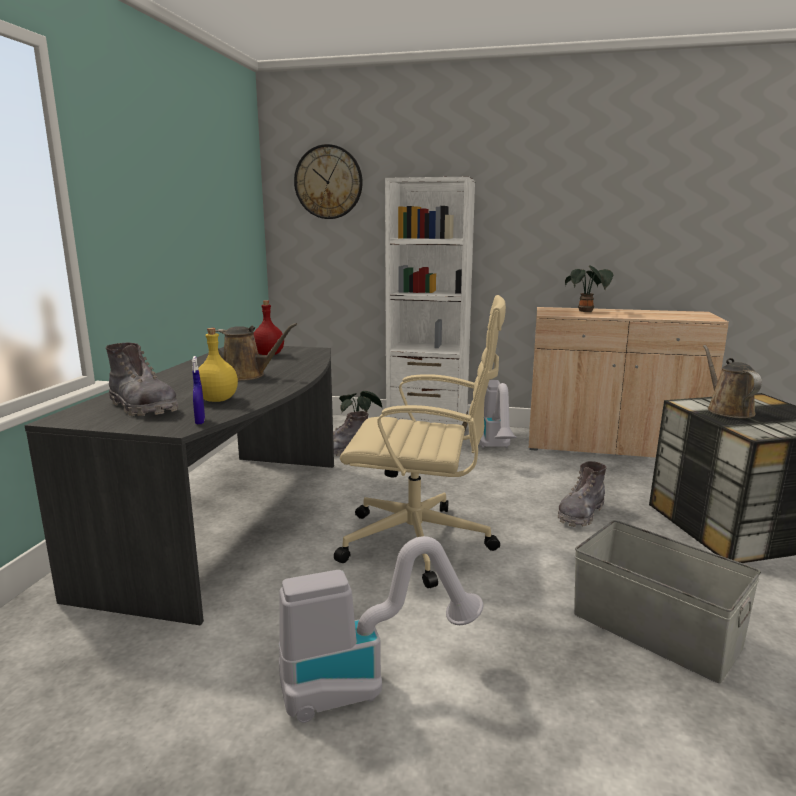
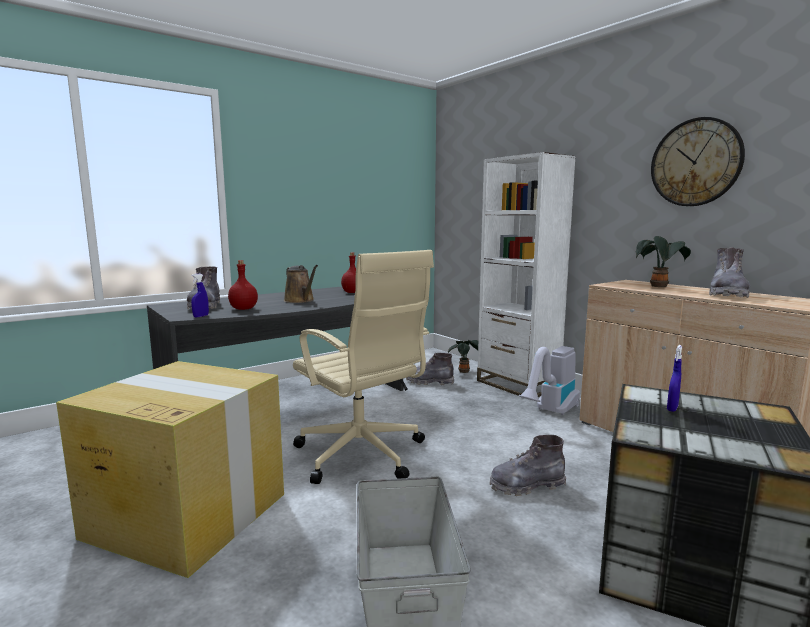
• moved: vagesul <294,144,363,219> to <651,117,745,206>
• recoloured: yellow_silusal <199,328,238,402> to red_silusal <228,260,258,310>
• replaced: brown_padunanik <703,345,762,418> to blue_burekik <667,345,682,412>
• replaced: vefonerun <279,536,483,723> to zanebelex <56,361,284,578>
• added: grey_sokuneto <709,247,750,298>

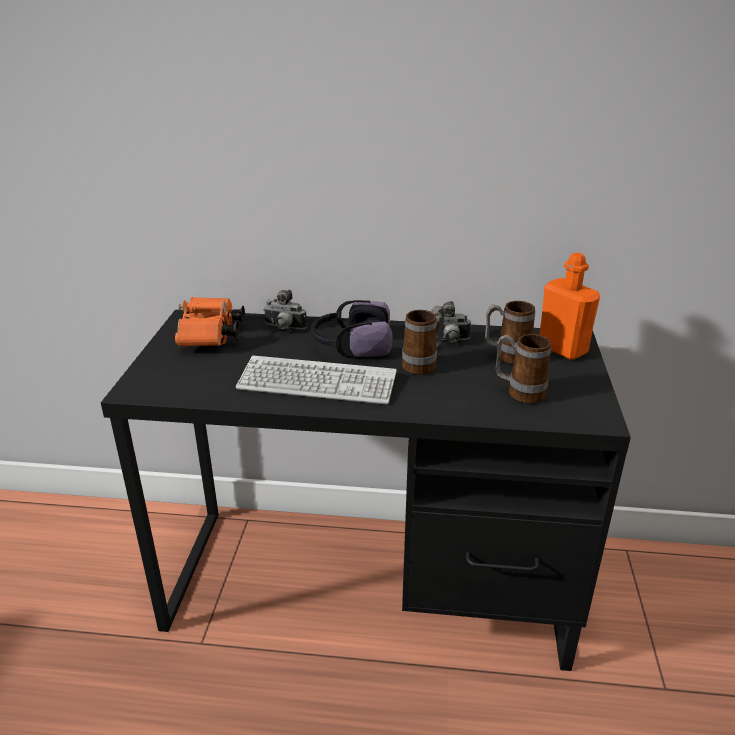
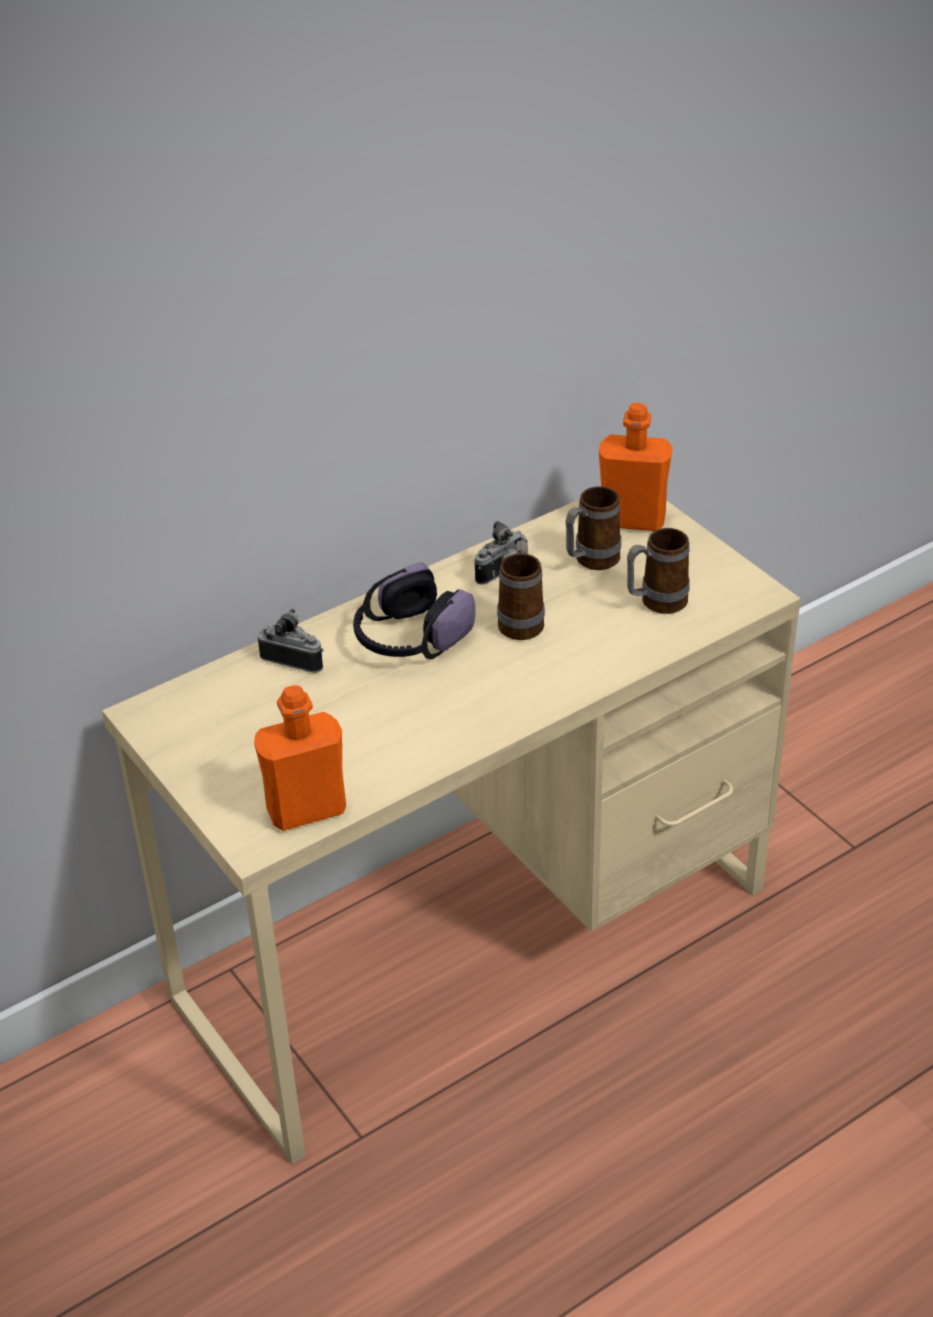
• turned: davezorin <263,290,307,330> = <258,609,324,673> 135 degrees counterclockwise
• removed: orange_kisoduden <175,297,245,347>
• recoloured: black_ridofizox <101,310,631,671> to beige_ridofizox <102,499,801,1164>
• removed: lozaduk <236,356,397,405>
• added: orange_silusal <254,685,346,831>

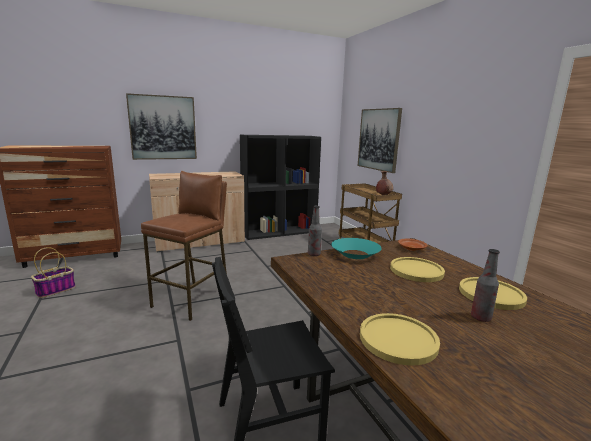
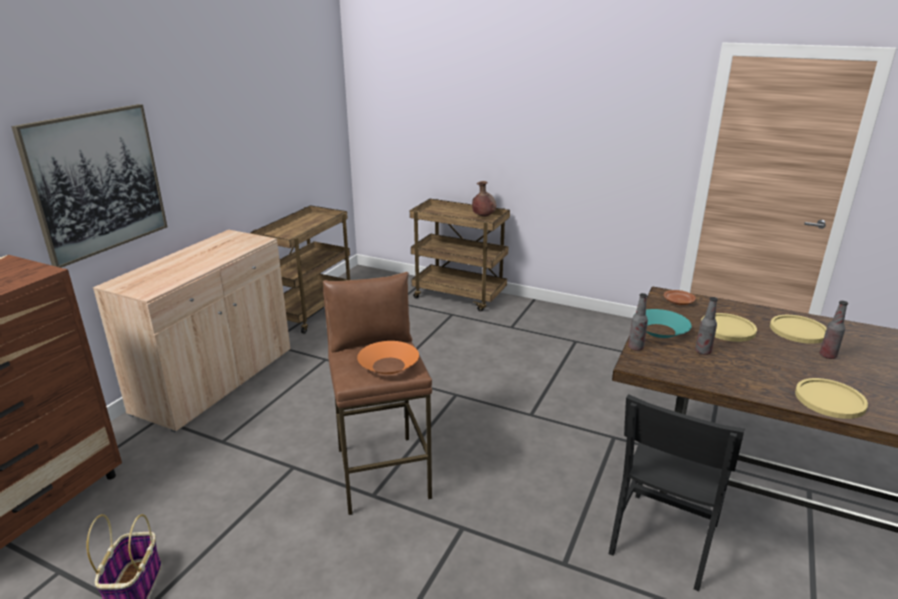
• removed: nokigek <358,108,402,173>
• replaced: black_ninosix <240,135,321,240> to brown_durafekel <250,205,350,334>
• added: silusal <695,297,718,355>
• added: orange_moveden <357,341,419,374>

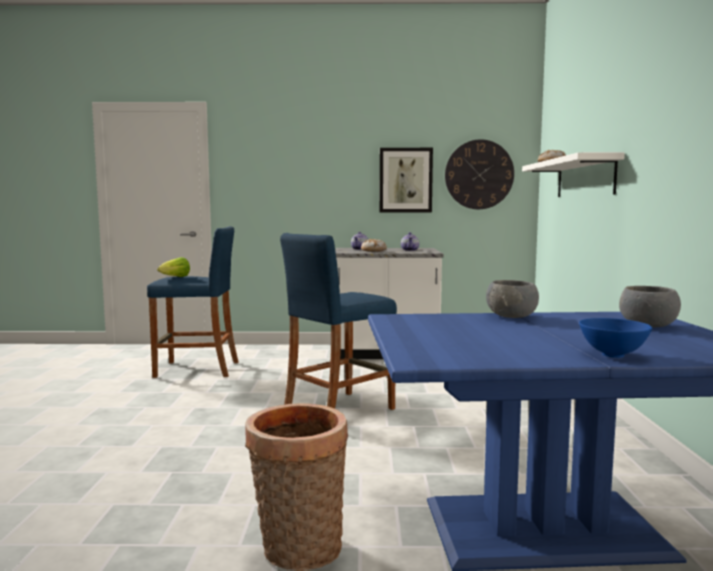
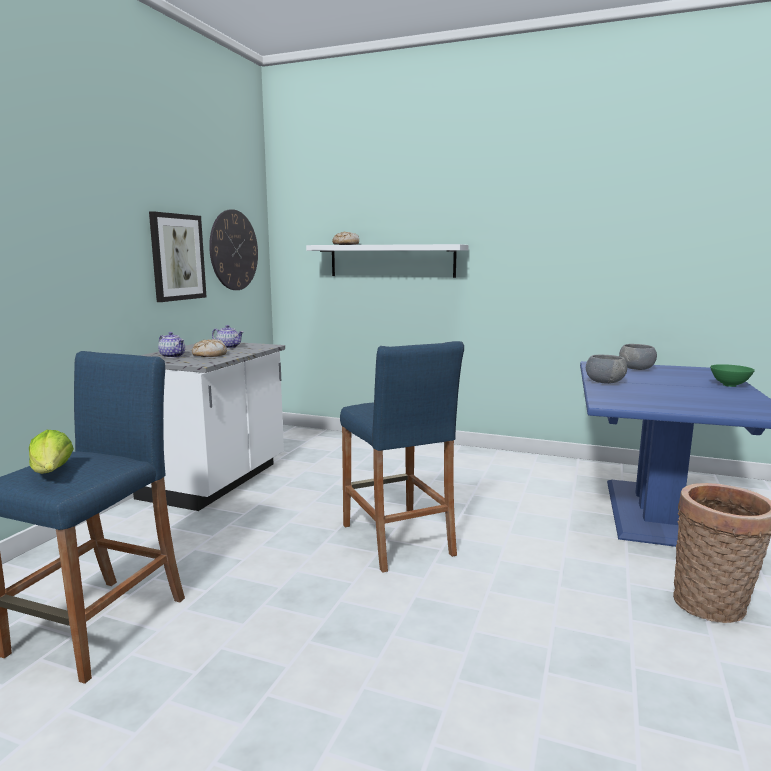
• recoloured: blue_moveden <579,318,652,358> to green_moveden <710,364,755,387>

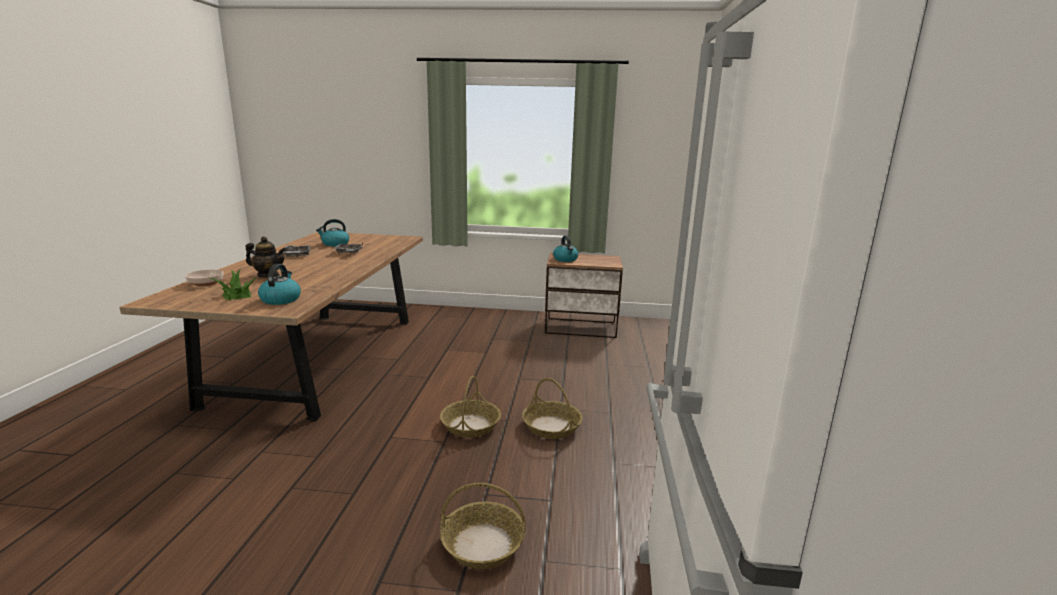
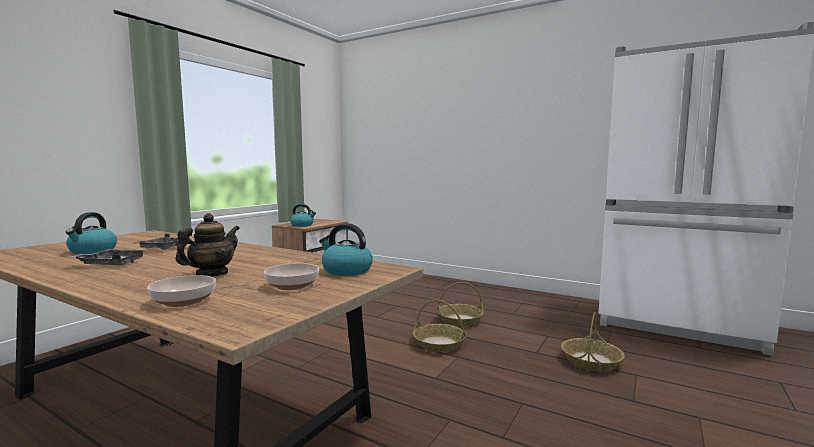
• replaced: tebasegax <210,268,255,300> to moveden <264,263,319,290>

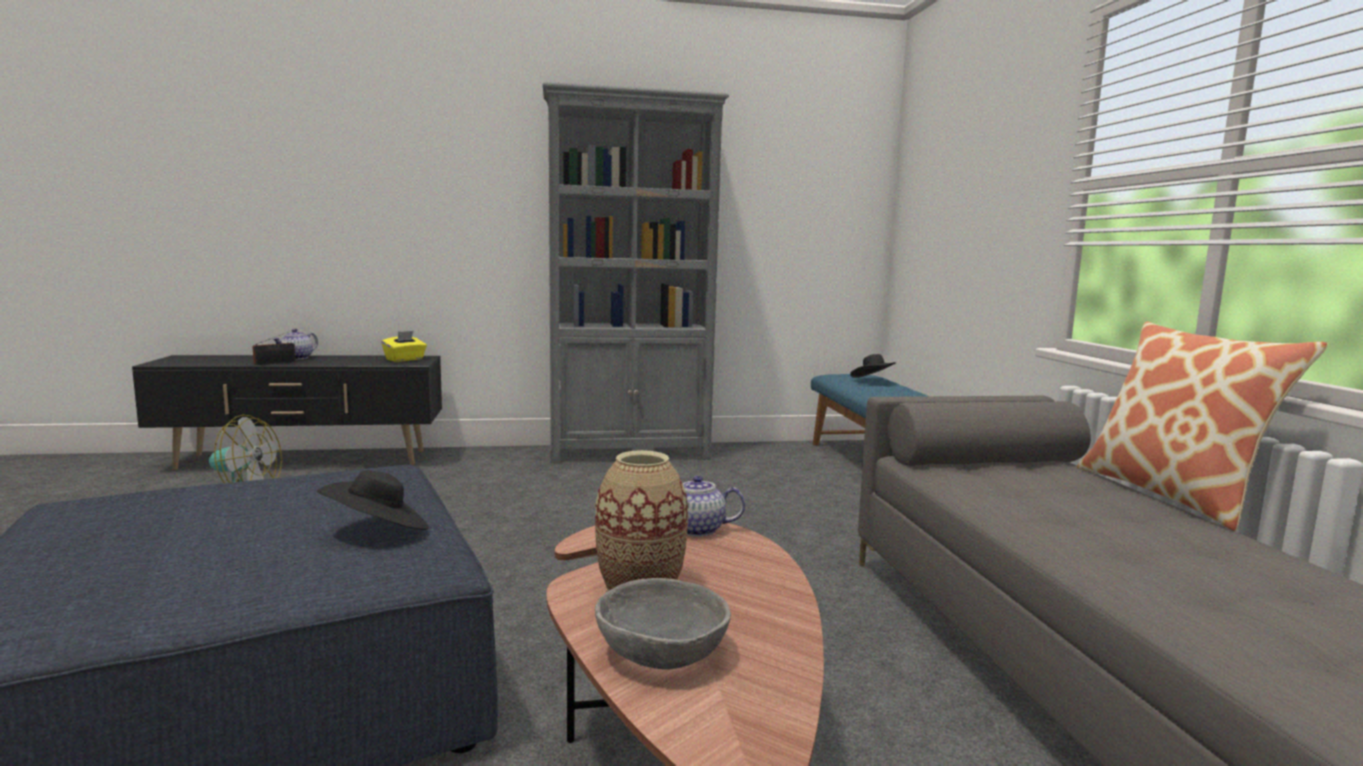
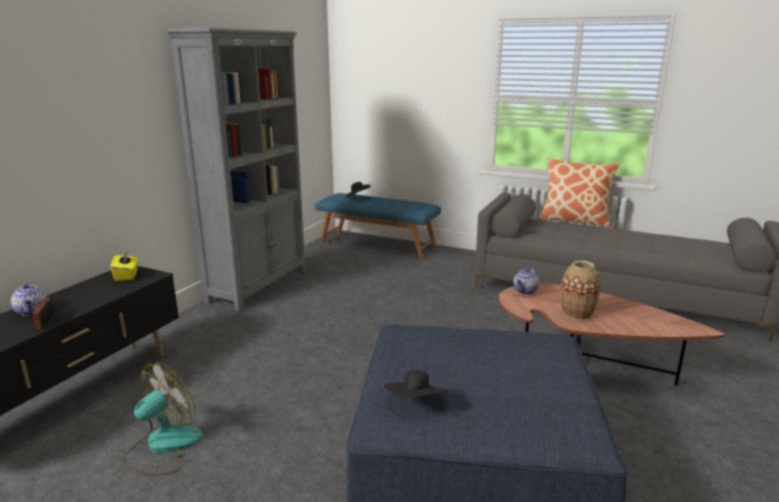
• moved: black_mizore <317,470,429,530> to <384,370,447,398>
• removed: grey_moveden <595,578,731,669>

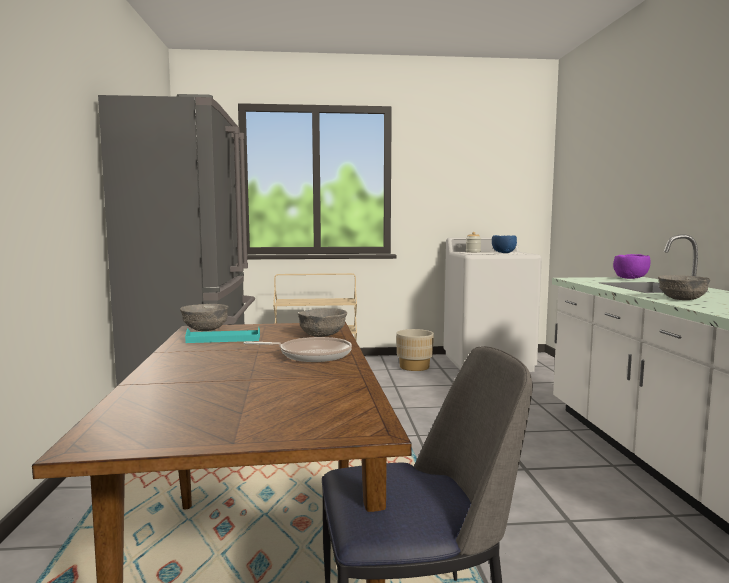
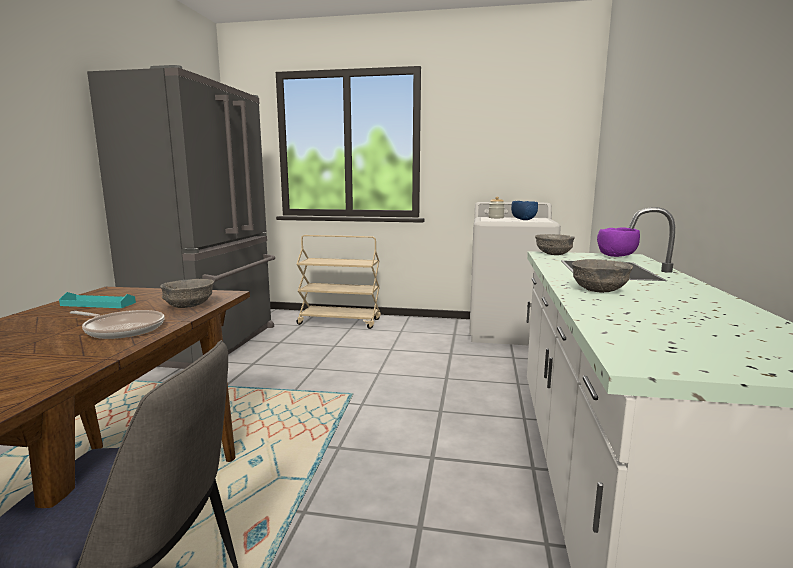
• moved: grey_moveden <180,304,229,331> to <535,234,575,255>
• removed: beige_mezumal <396,329,434,371>

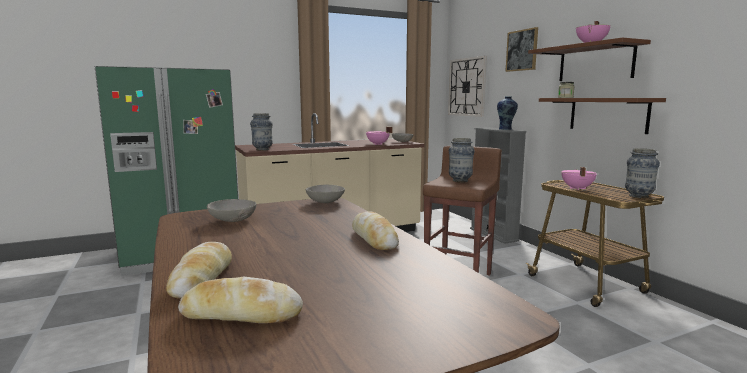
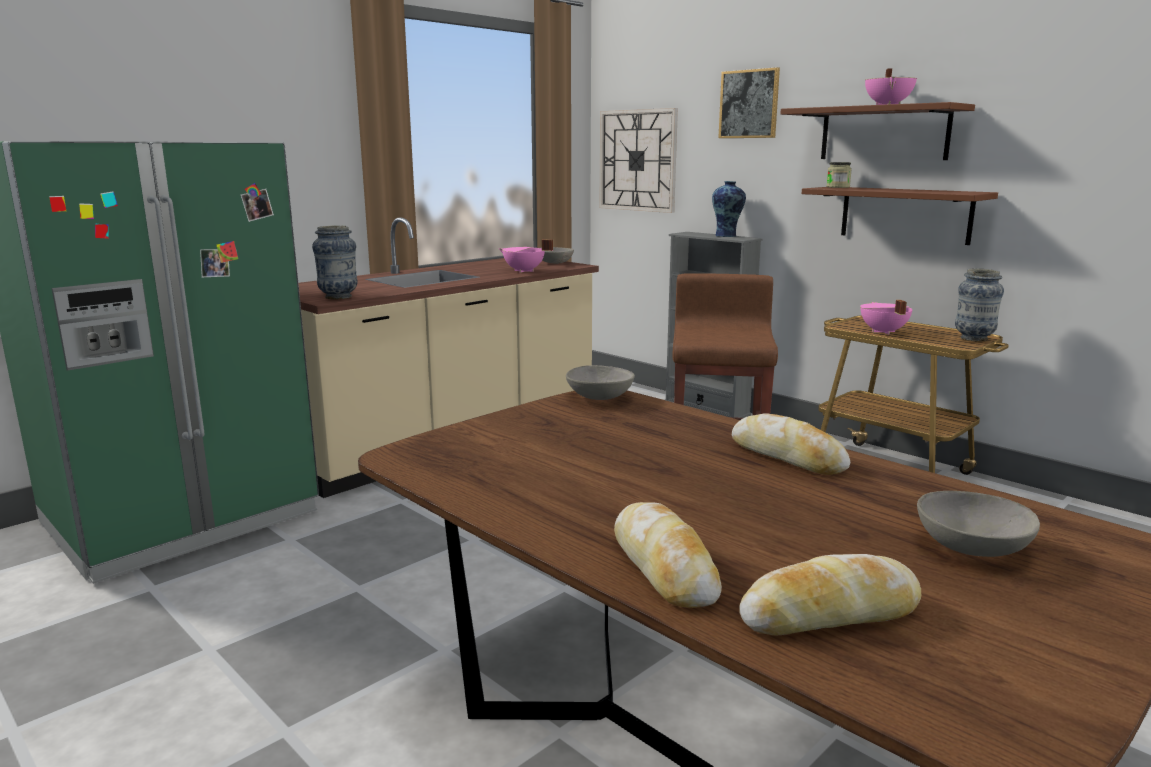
• removed: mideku <449,138,475,183>
• moved: grey_moveden <207,199,257,222> to <917,491,1040,557>

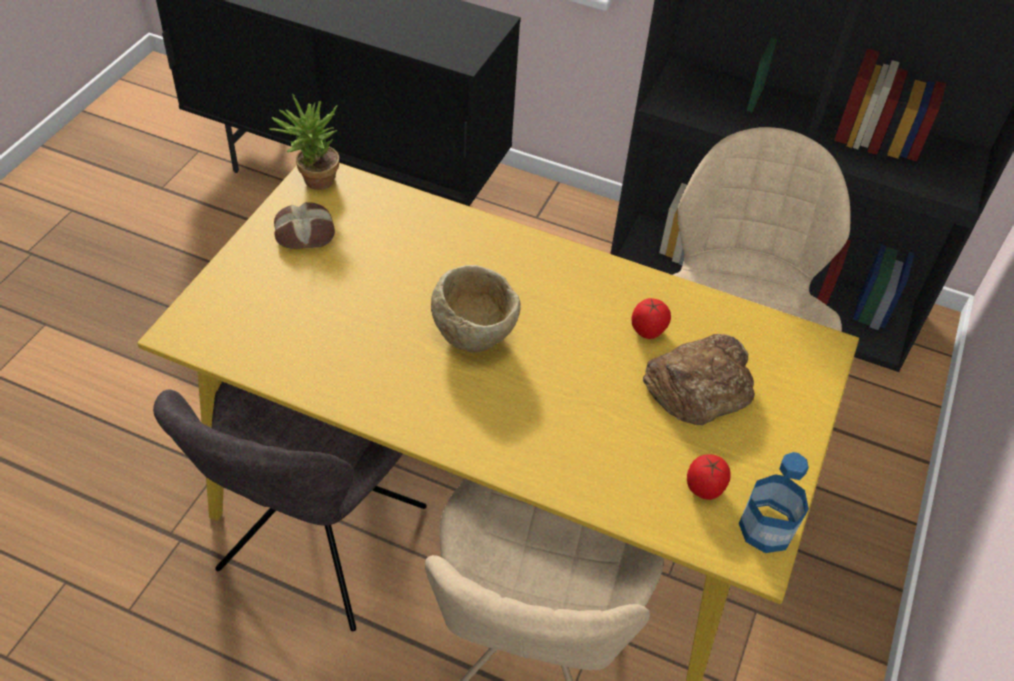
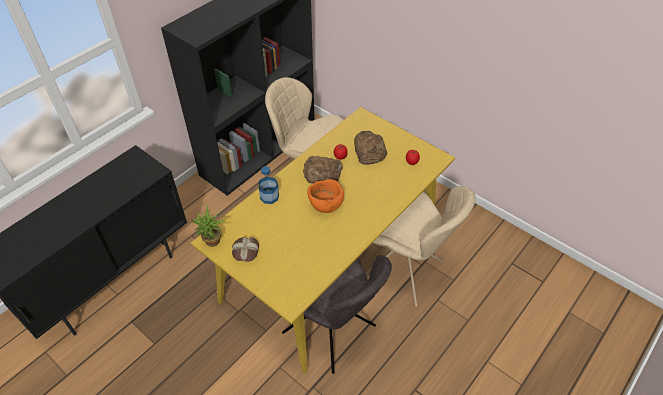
• recoloured: beige_moveden <431,265,521,352> to orange_moveden <307,179,344,213>
• moved: silusal <739,452,809,553> to <259,166,279,204>
• added: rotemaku <303,156,343,184>

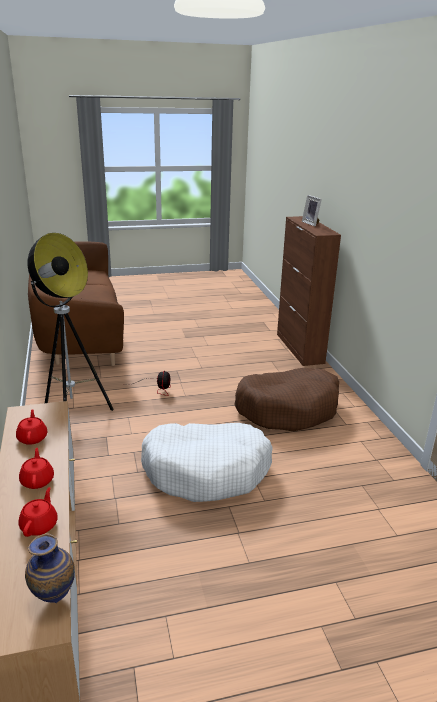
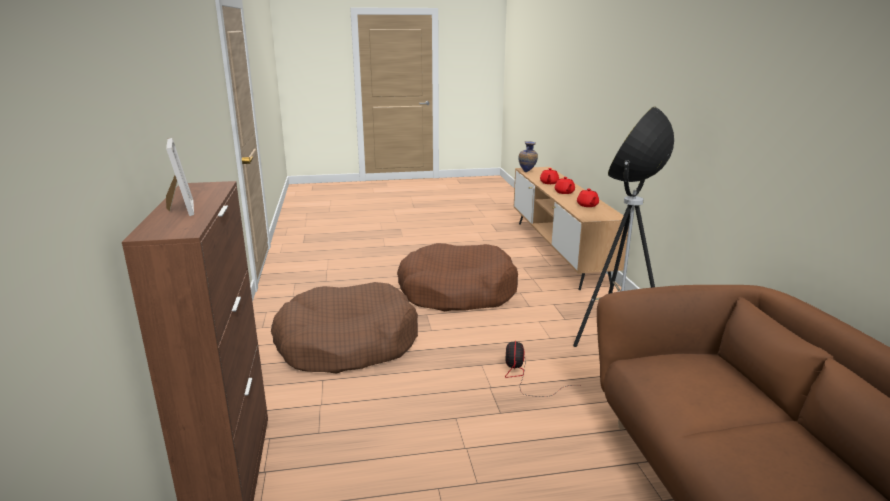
• recoloured: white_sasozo <141,423,273,502> to brown_sasozo <397,243,518,311>

